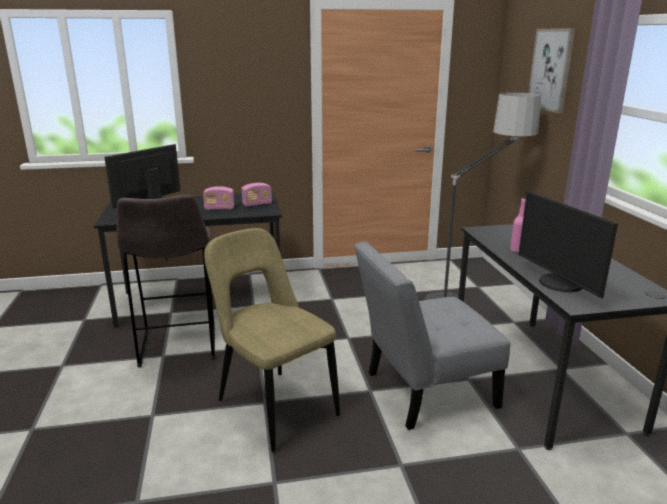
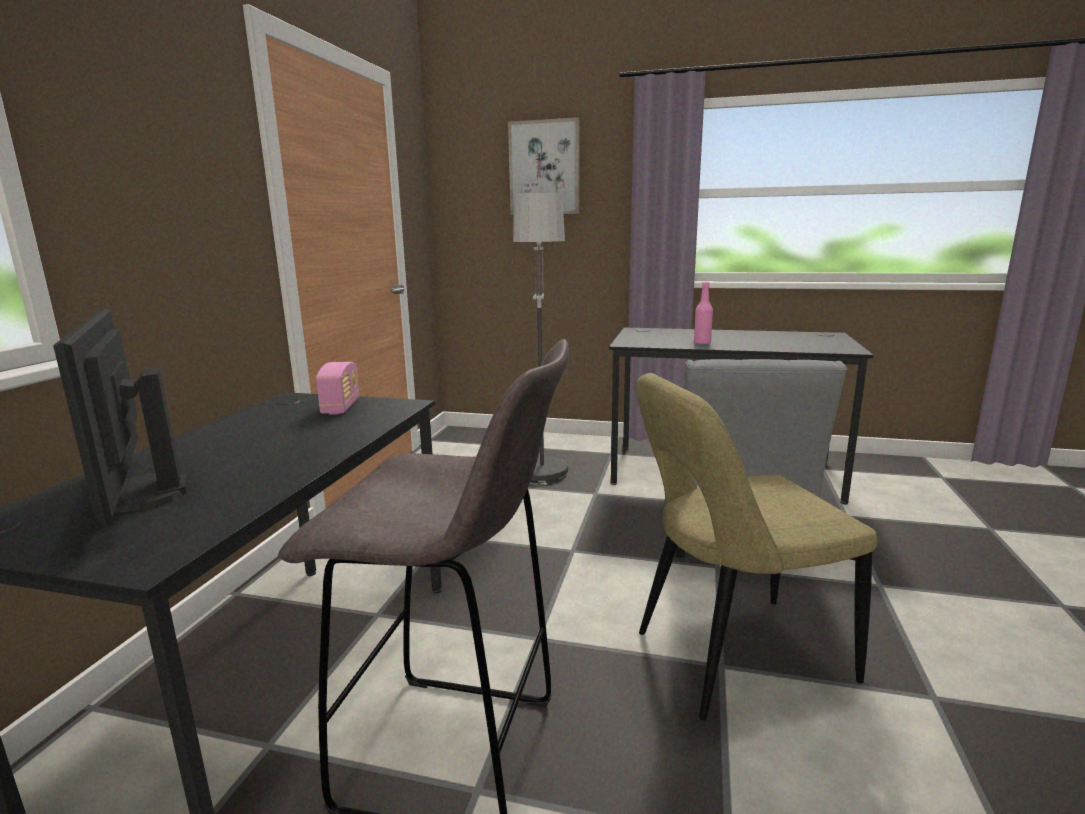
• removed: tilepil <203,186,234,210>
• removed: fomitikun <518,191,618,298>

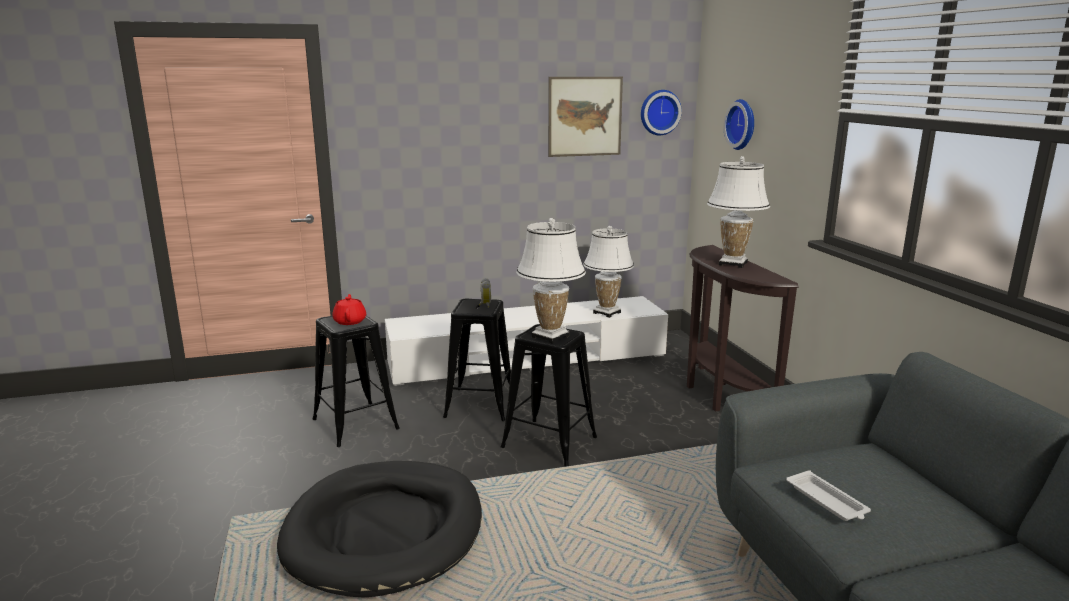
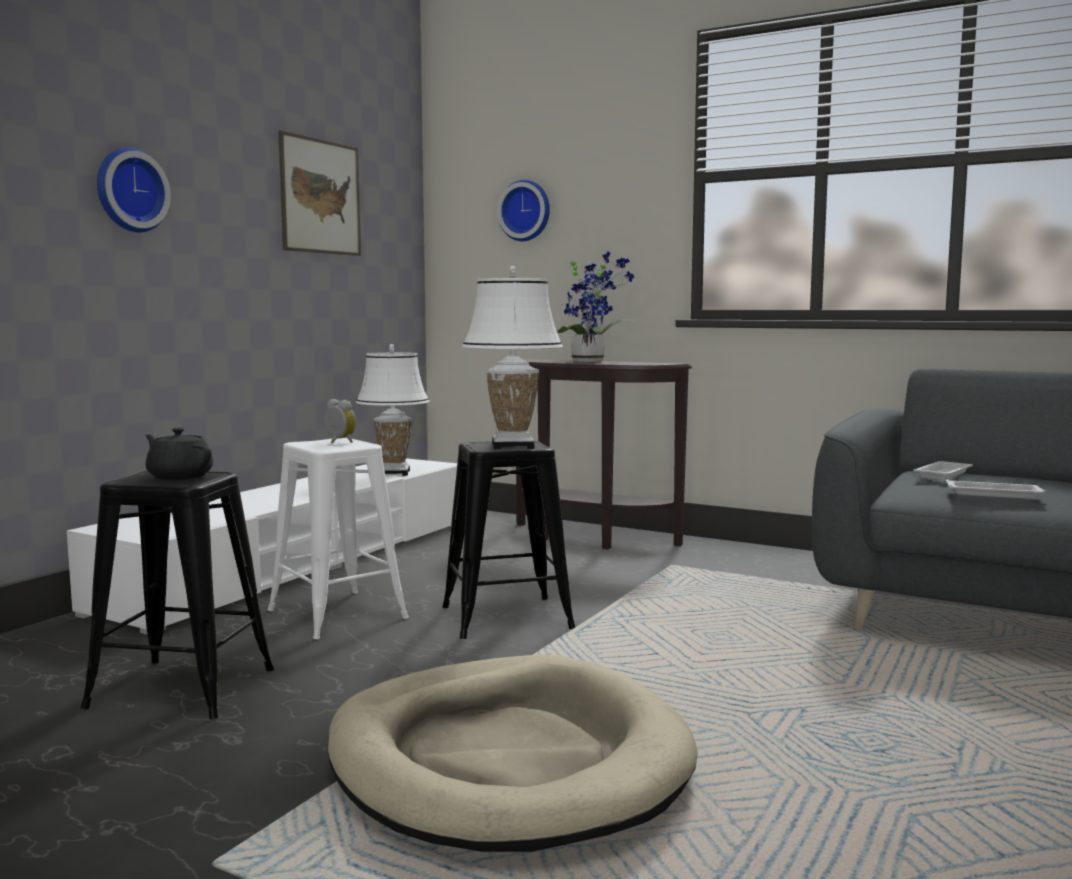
• moved: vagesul <641,90,682,135> to <97,147,171,232>
• replaced: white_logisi <707,156,770,268> to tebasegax <557,252,635,362>
• recoloured: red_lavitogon <332,294,366,325> to black_lavitogon <145,428,213,480>
• recoloured: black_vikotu <443,299,511,421> to white_vikotu <268,438,409,639>
• recoloured: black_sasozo <277,461,482,597> to beige_sasozo <327,655,698,852>
• added: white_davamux <913,461,973,480>

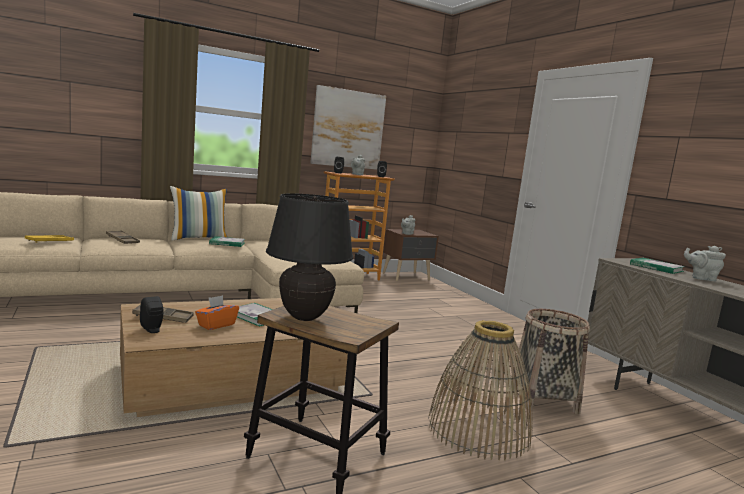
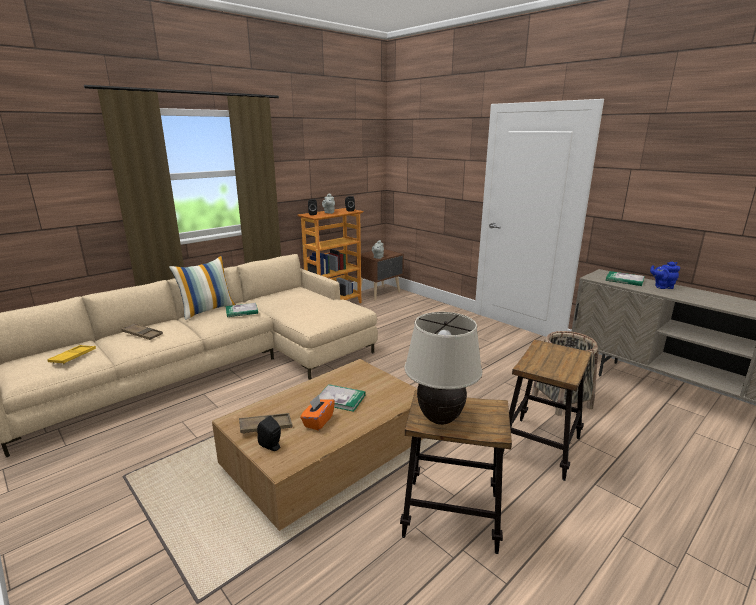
• removed: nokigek <310,85,386,170>
• recoloured: black_logisi <266,193,353,321> to beige_logisi <404,312,482,425>
• recoloured: grey_lavitogon <684,246,726,282> to blue_lavitogon <650,262,680,289>
• replaced: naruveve <428,320,533,460> to vikotu <503,339,592,481>

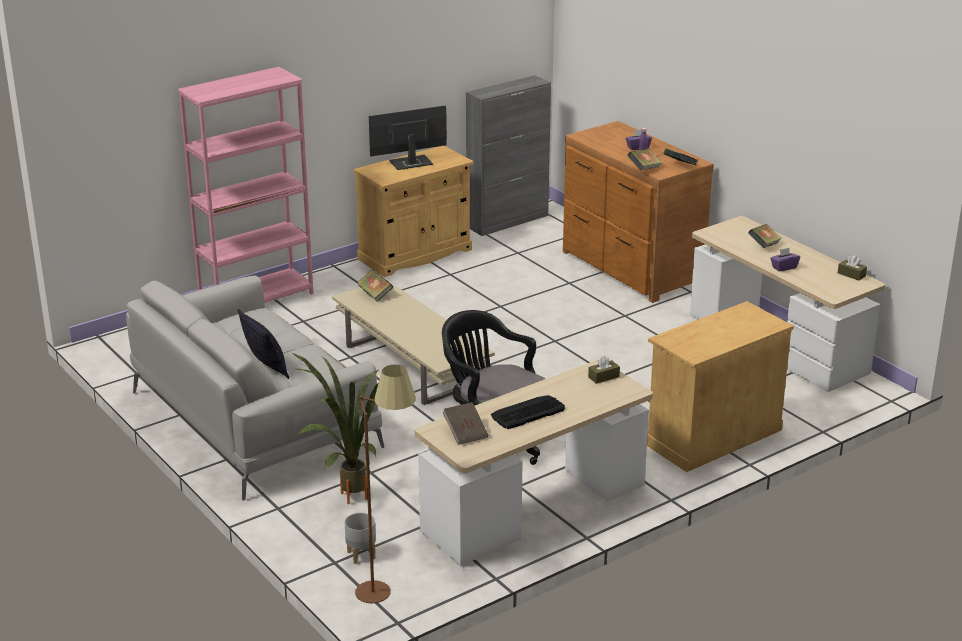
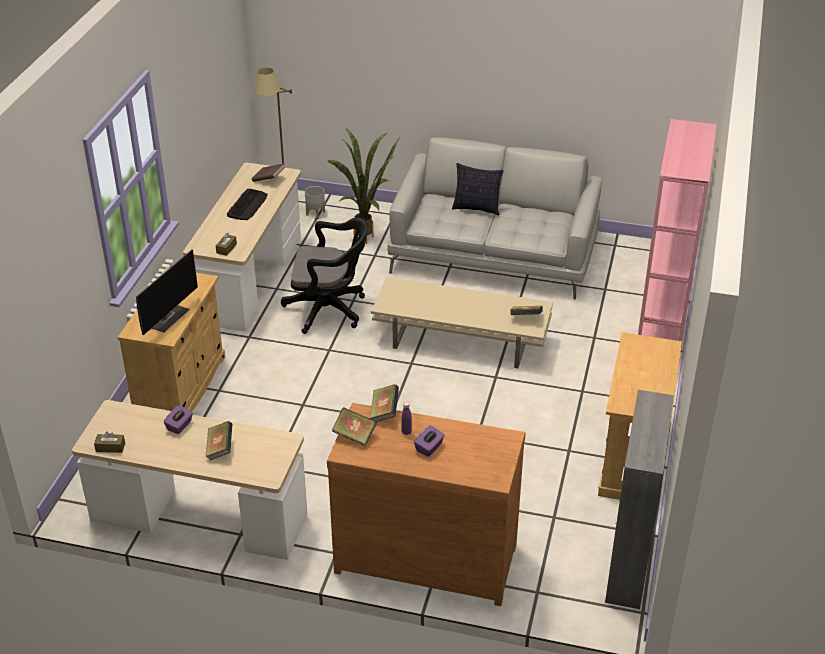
• moved: fomitikun <369,105,447,170> to <136,249,198,335>

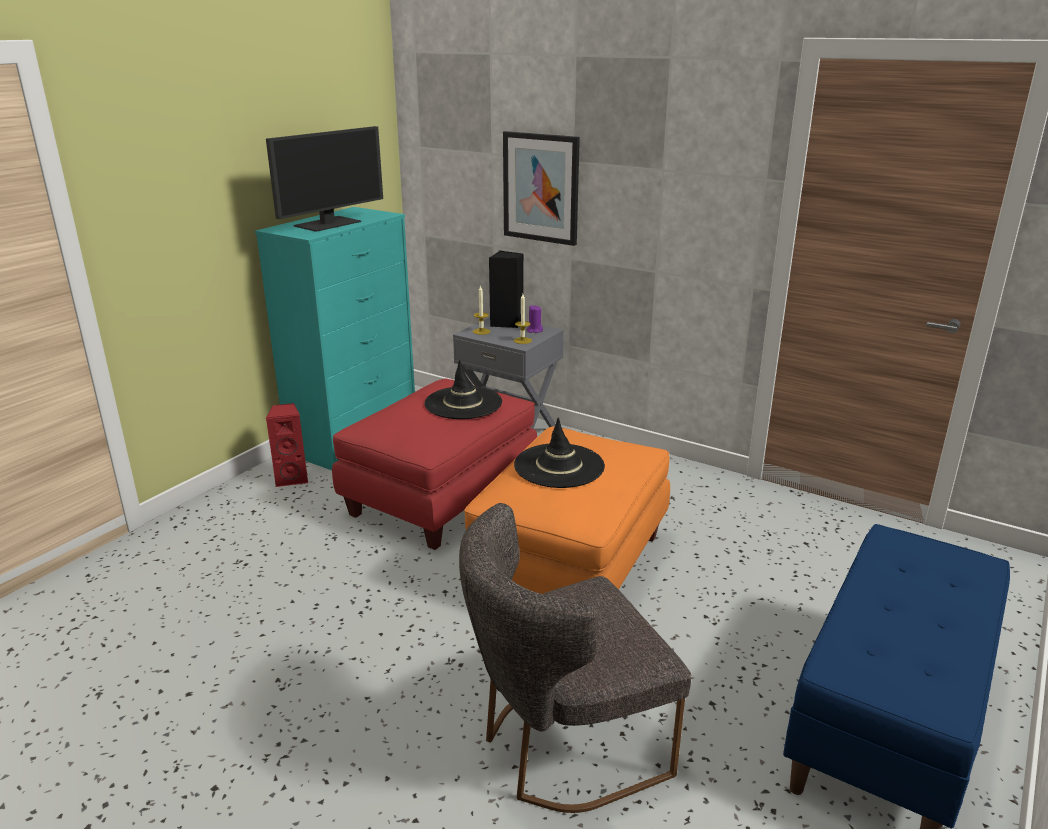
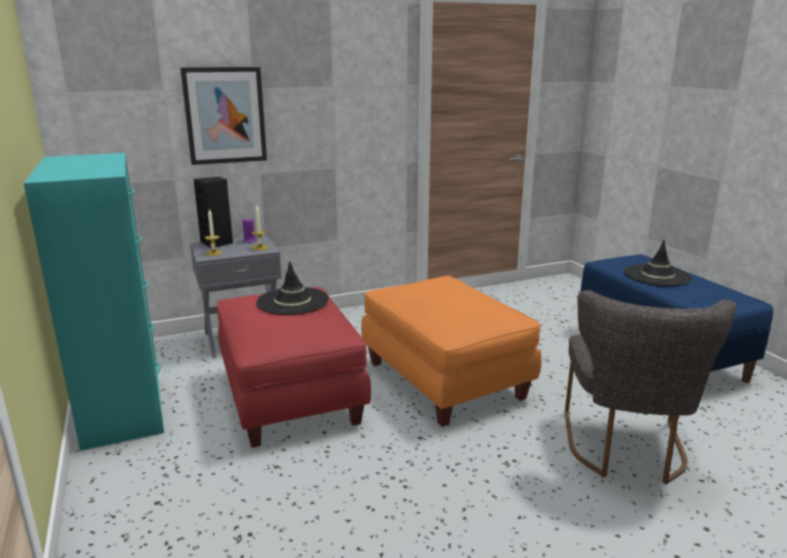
• removed: fomitikun <266,126,383,232>
• removed: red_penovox <266,403,309,487>
• moved: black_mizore <514,417,605,488> to <624,240,692,286>

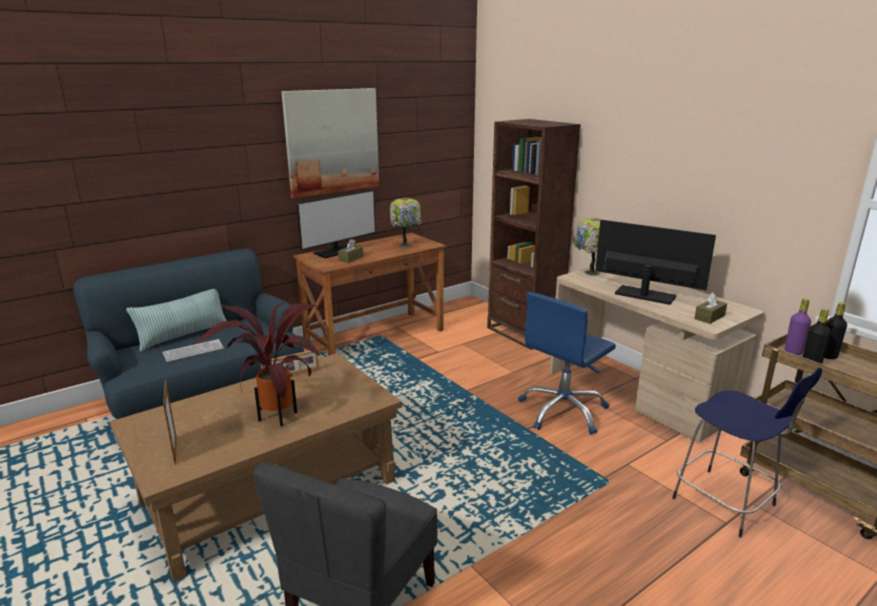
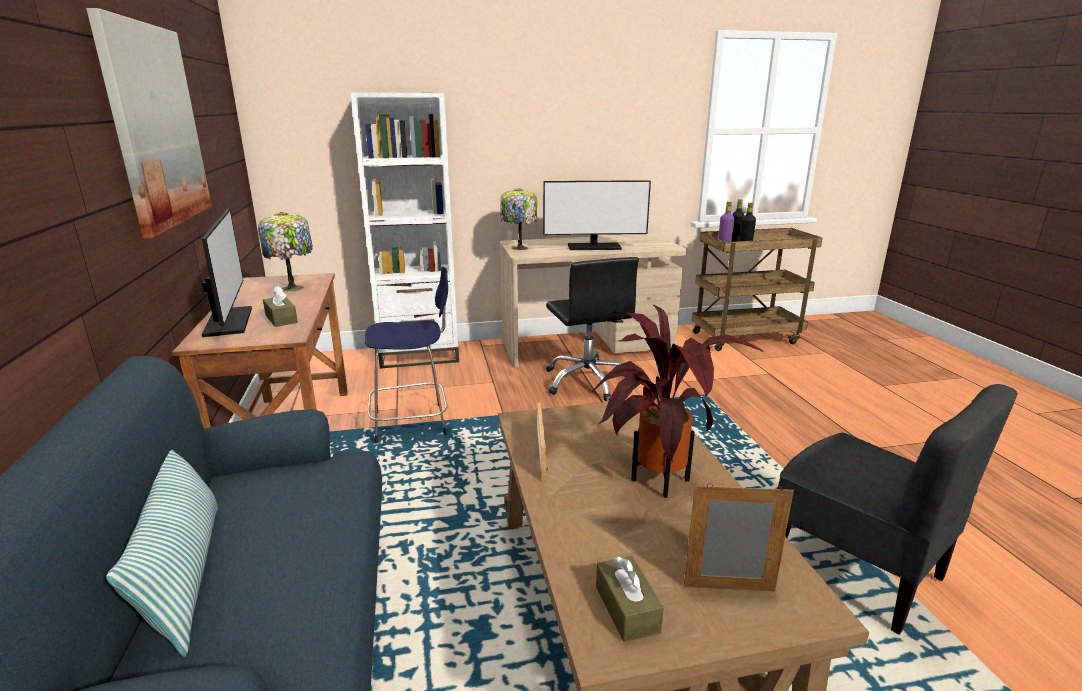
• recoloured: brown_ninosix <487,119,581,350> to white_ninosix <350,93,459,369>
• turned: fomitikun <595,220,716,305> = <543,180,651,250> 150 degrees counterclockwise
• recoloured: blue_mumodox <518,292,616,435> to black_mumodox <546,257,639,402>
• moved: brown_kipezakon <694,292,727,324> to <596,556,664,642>
• removed: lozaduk <162,339,224,362>
• moved: blue_vikotu <672,368,822,538> to <365,266,448,443>

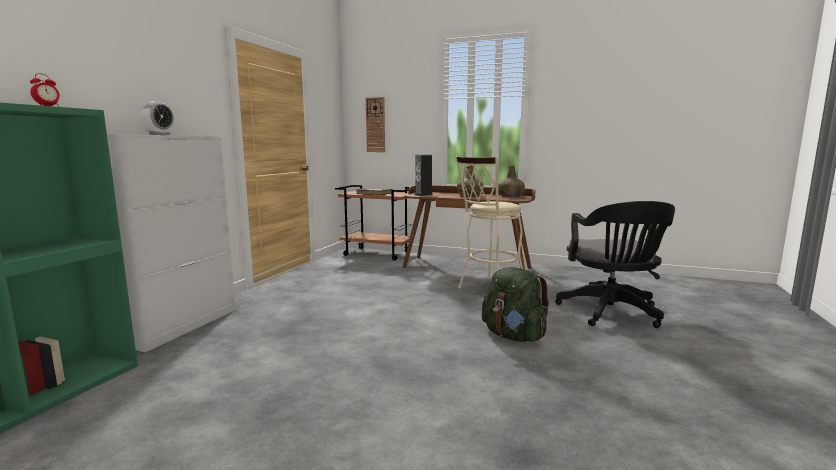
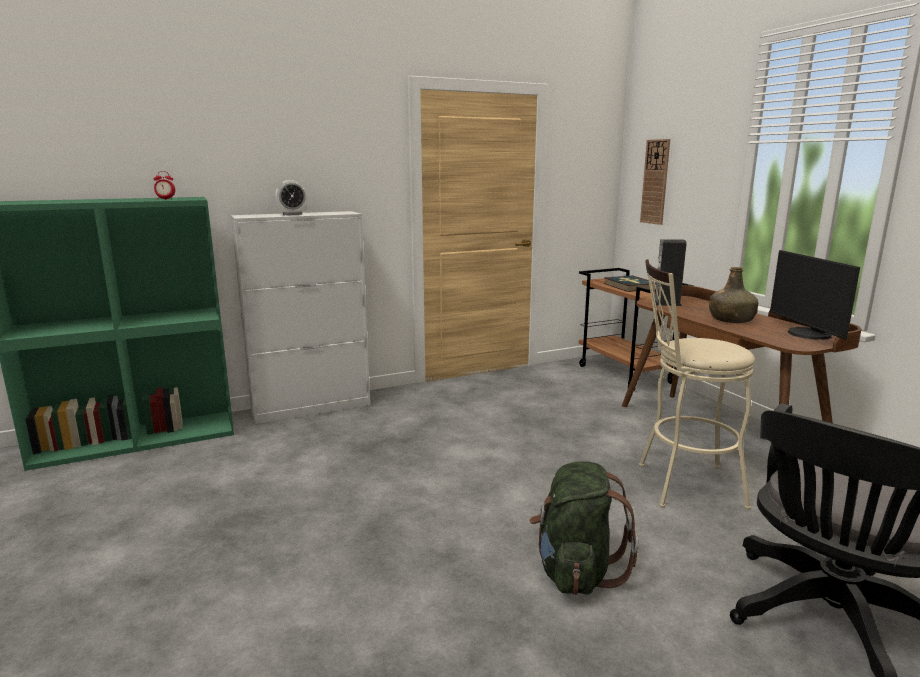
• replaced: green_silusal <498,165,525,197> to fomitikun <770,250,860,340>

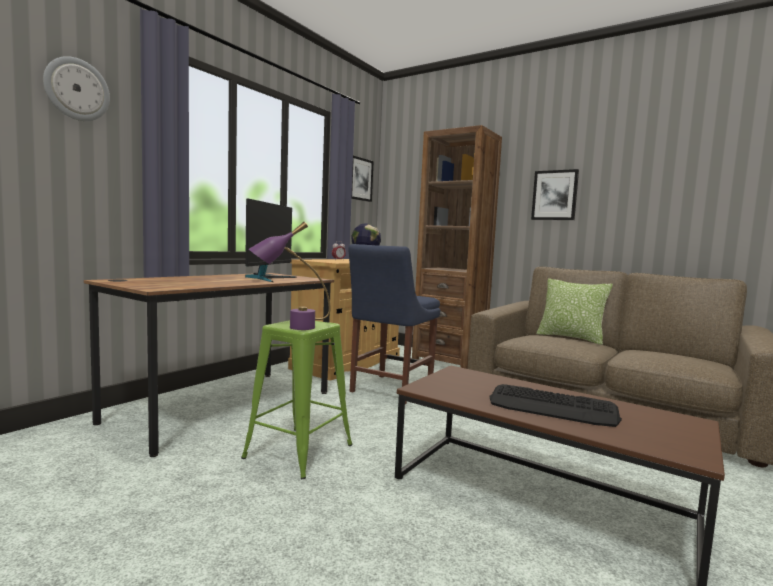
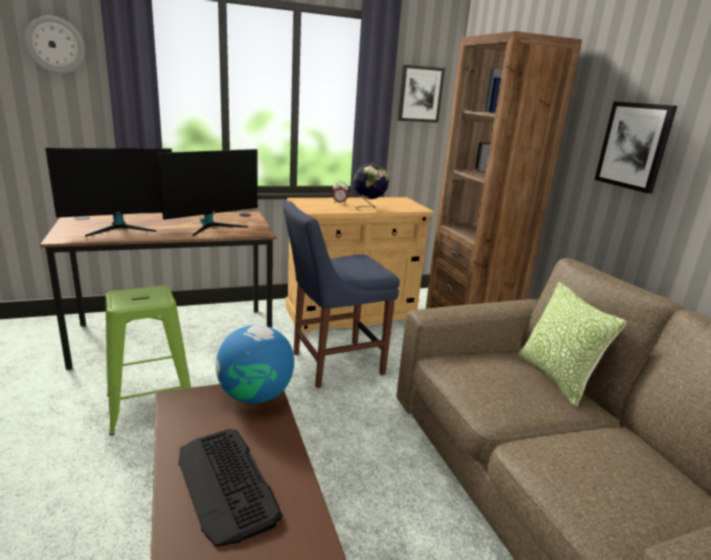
• removed: purple_logisi <249,222,331,330>
• added: fomitikun <45,148,172,237>
• added: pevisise <216,325,294,404>

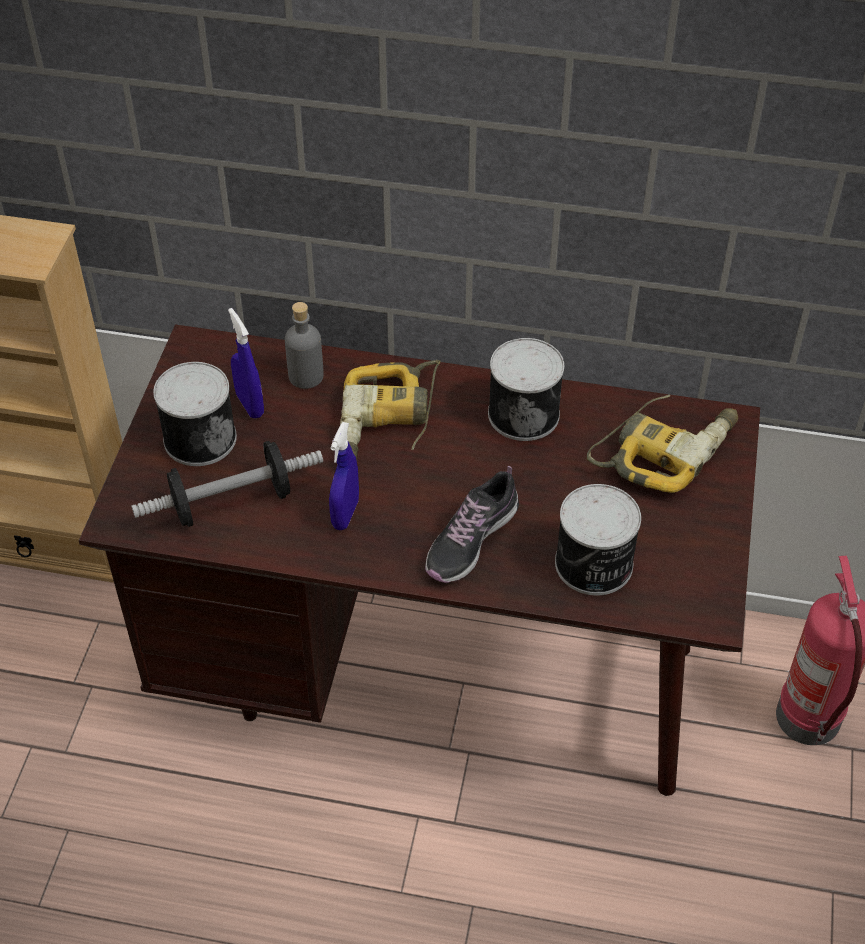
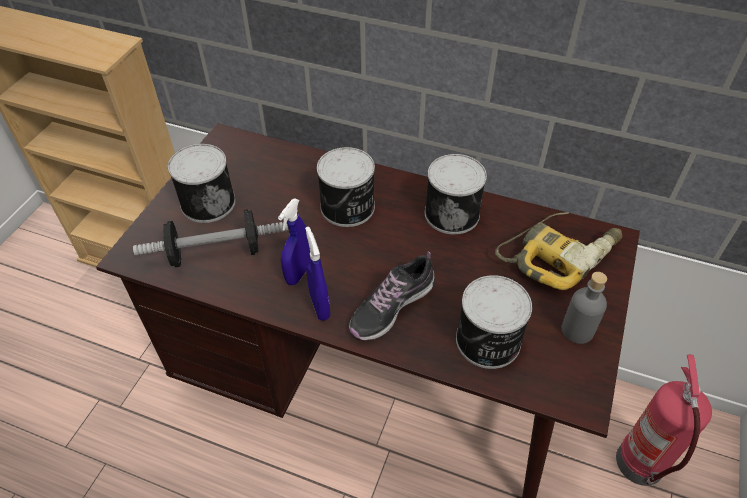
• moved: grey_silusal <285,302,324,389> to <562,272,607,344>
• moved: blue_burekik <228,308,264,419> to <305,227,330,321>
• replaced: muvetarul <340,360,441,459> to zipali <317,147,375,227>

